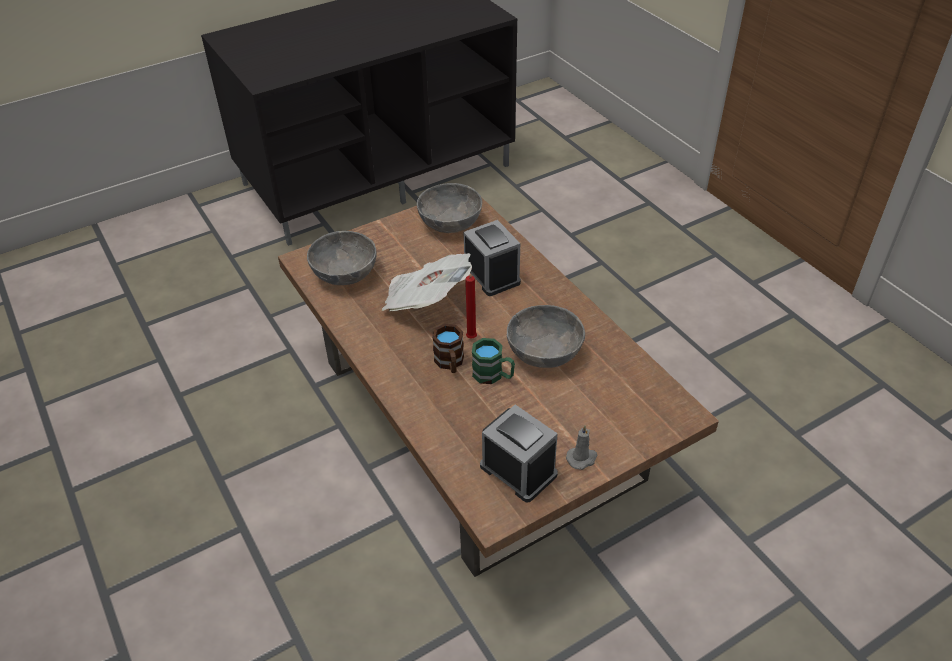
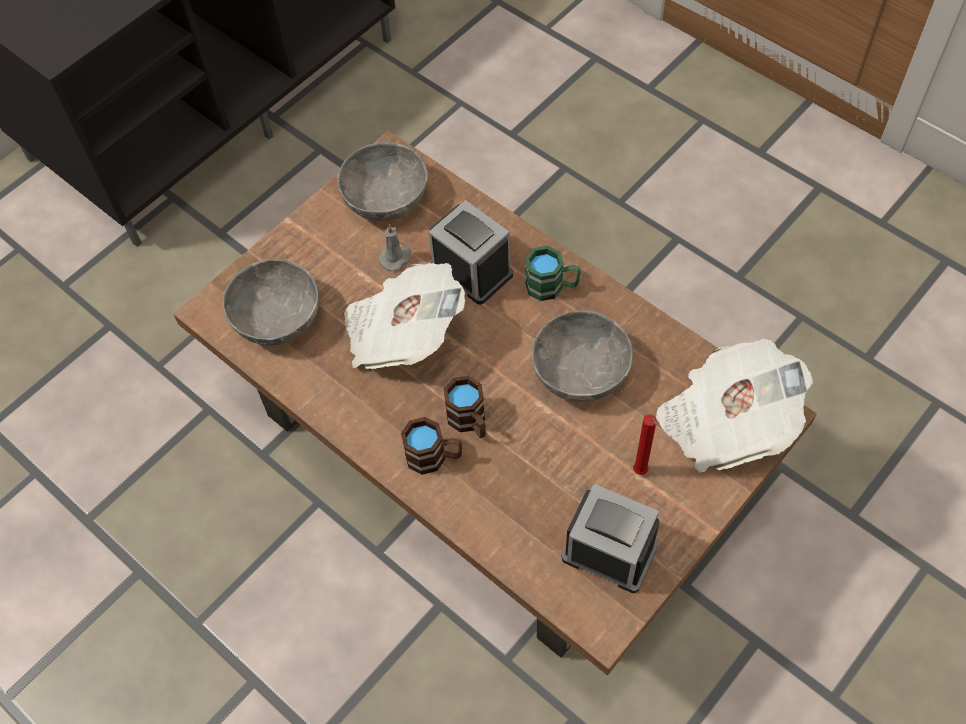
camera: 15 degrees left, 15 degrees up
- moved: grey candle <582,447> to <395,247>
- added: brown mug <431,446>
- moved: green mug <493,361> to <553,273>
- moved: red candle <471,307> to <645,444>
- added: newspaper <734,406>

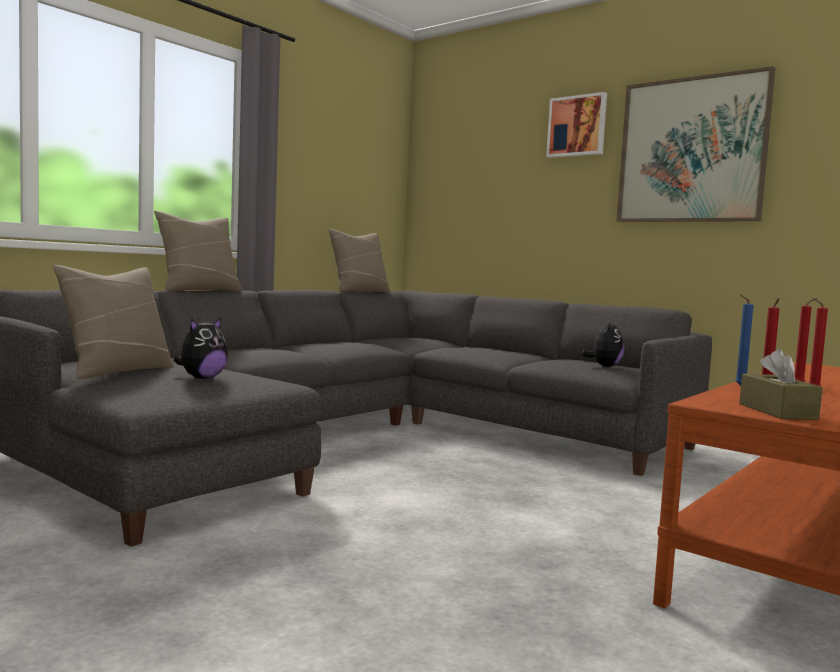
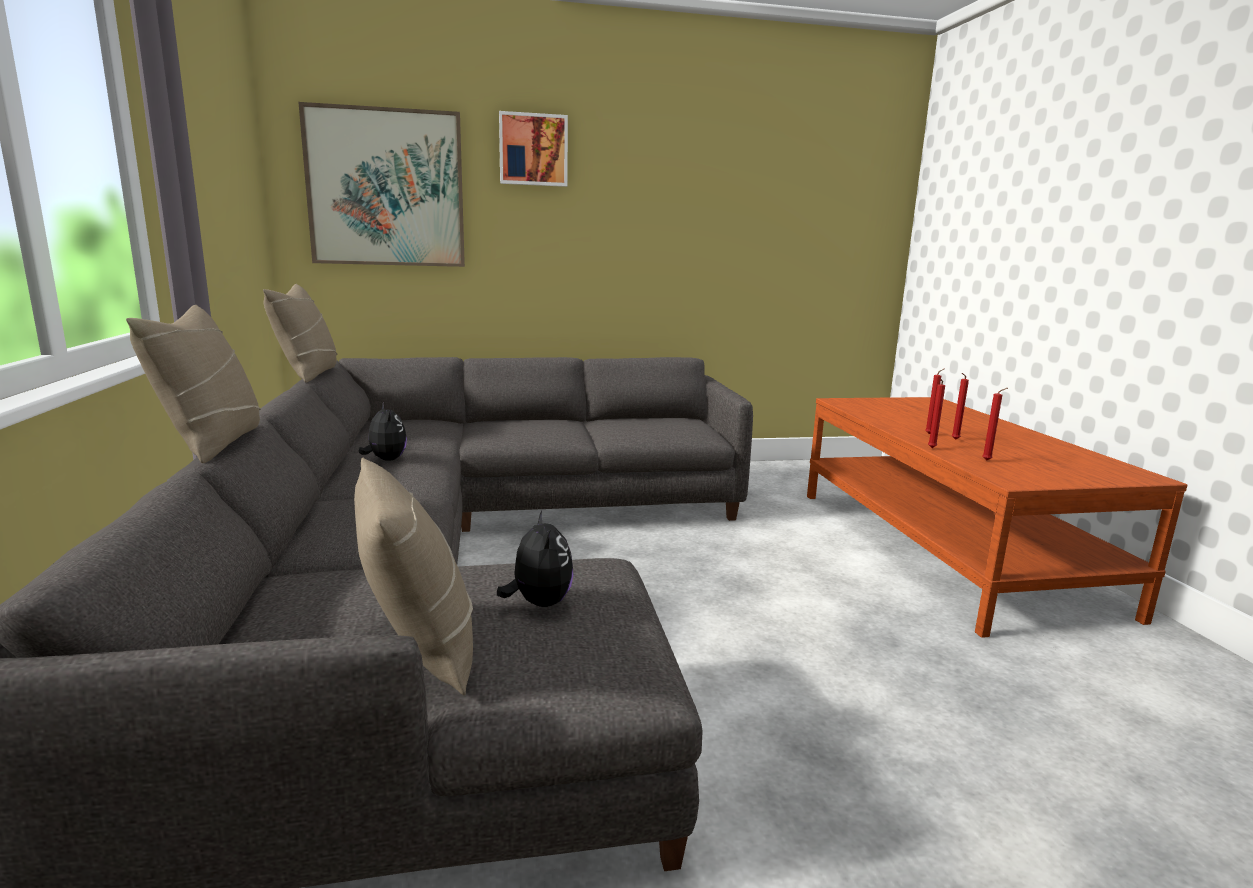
camera: 50 degrees left, 10 degrees up
- moved: picture <696,144> to <381,184>
- moved: plush toy <603,344> to <383,432>
- recoloured: blue candle <744,340> to red candle <936,413>
- removed: brown tissue box <781,384>

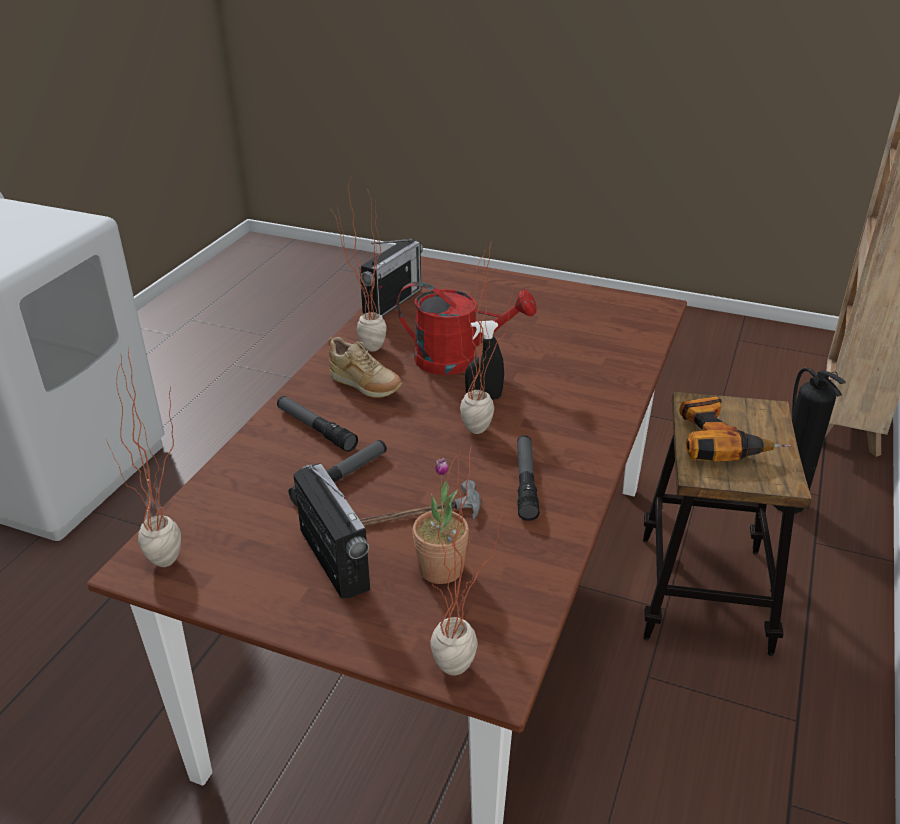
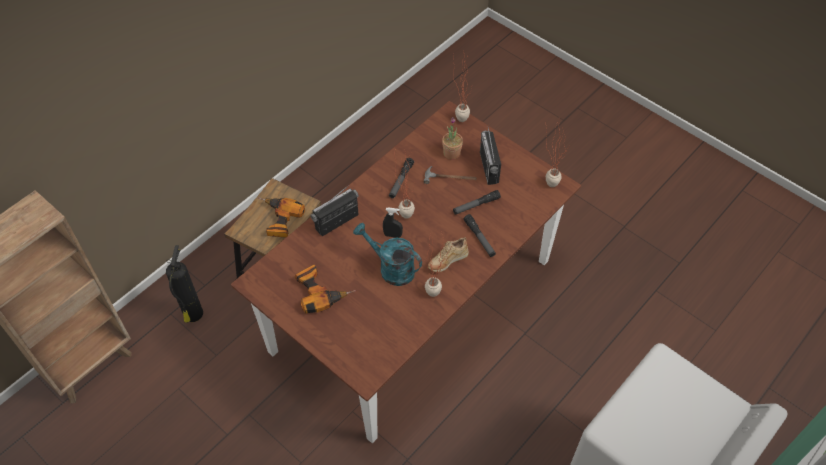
camera: 160 degrees left, 20 degrees up
- added: power drill <325,289>
- moved: radio <391,277> to <334,210>
- recoloured: red watering can <466,328> to turquoise watering can <387,254>
- turned: beige shoe <365,367> = <448,254> 90 degrees counterclockwise

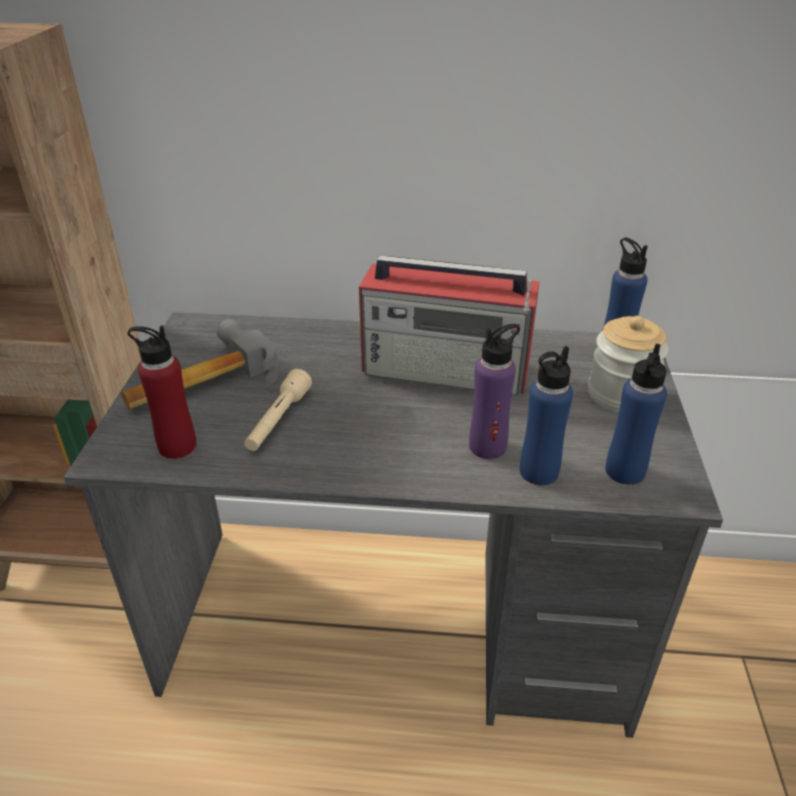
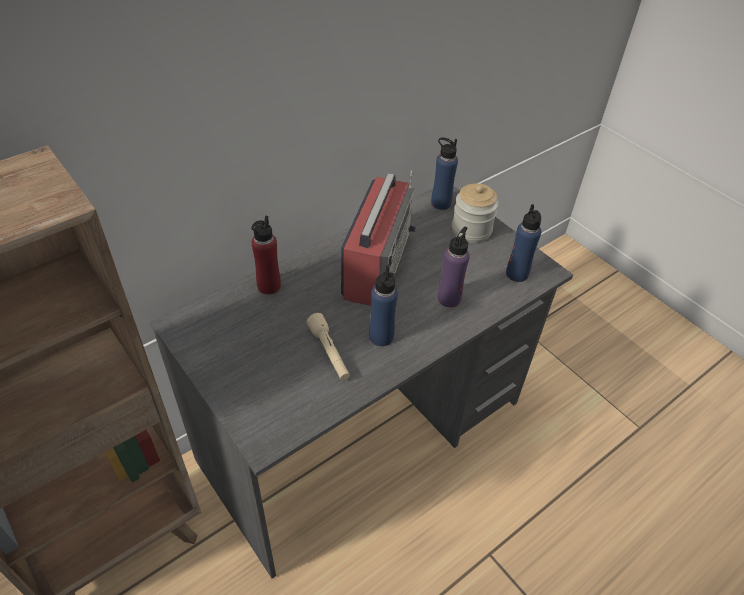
camera: 45 degrees left, 10 degrees up
- moved: red bottle <162,392> to <266,255>
- turned: radio <449,325> = <378,238> 45 degrees counterclockwise
- moved: blue bottle <546,415> to <383,305>
- removed: hammer <200,364>

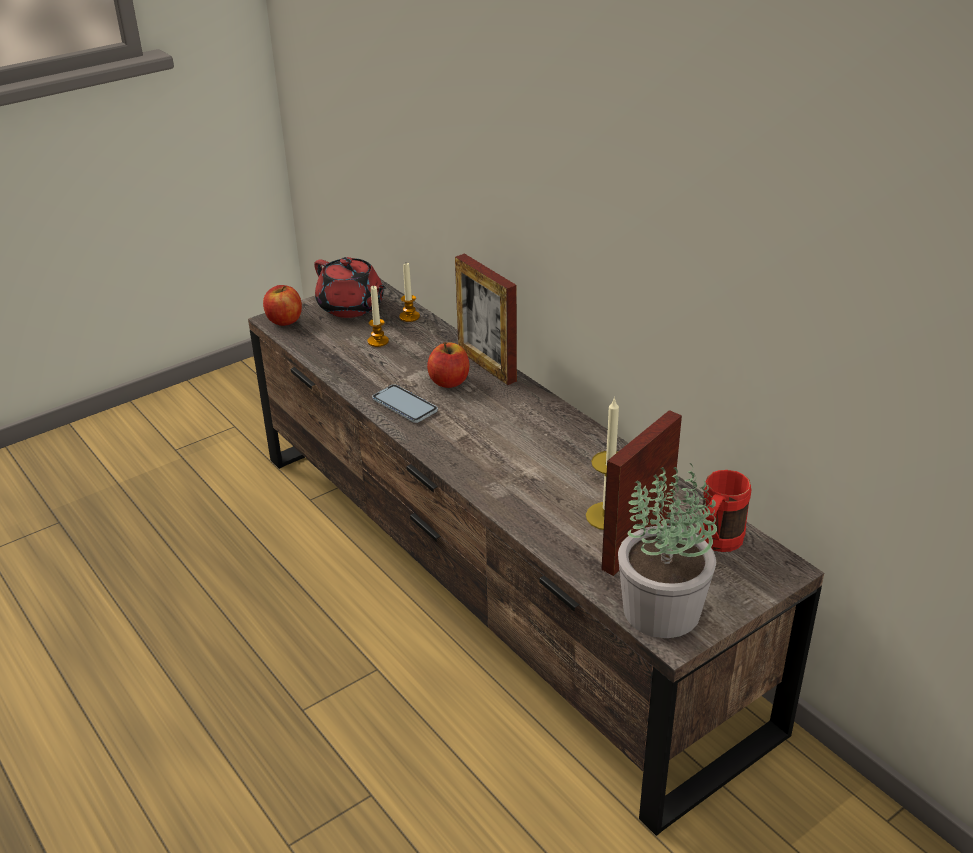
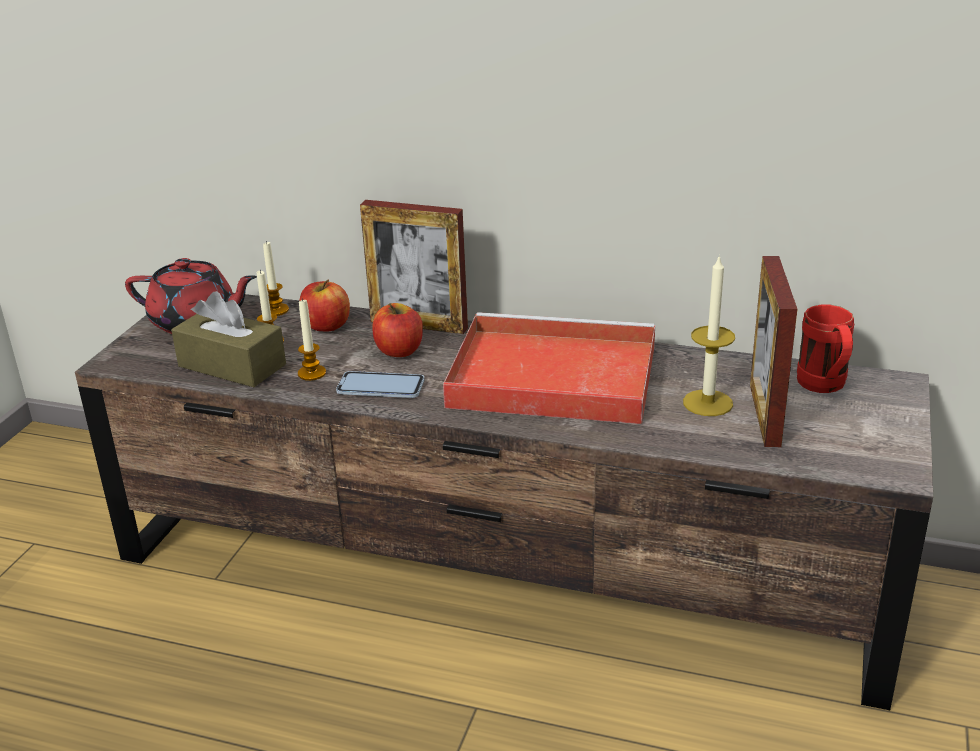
camera: 35 degrees left, 5 degrees down
- added: brown tissue box <228,339>
- added: candle <312,339>
- moved: apple <282,305> to <325,305>
- added: red tray <549,368>
- removed: potted plant <667,550>

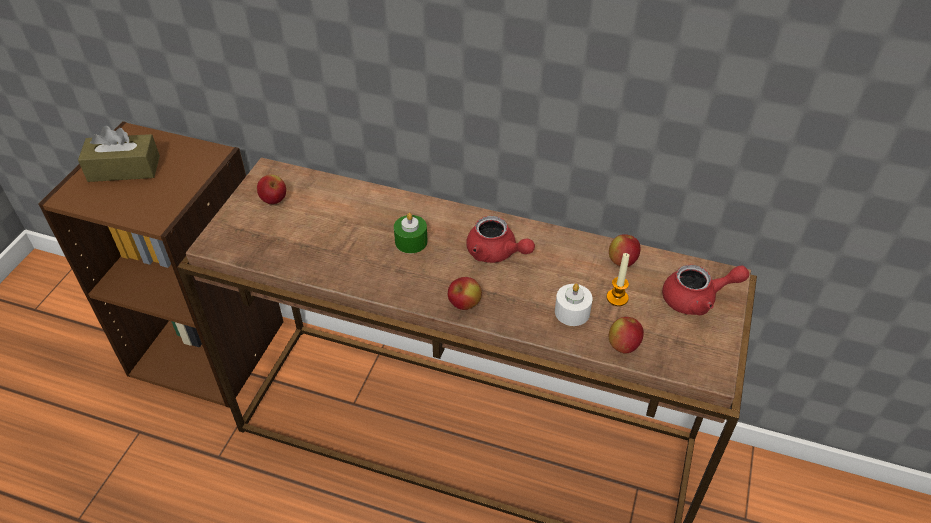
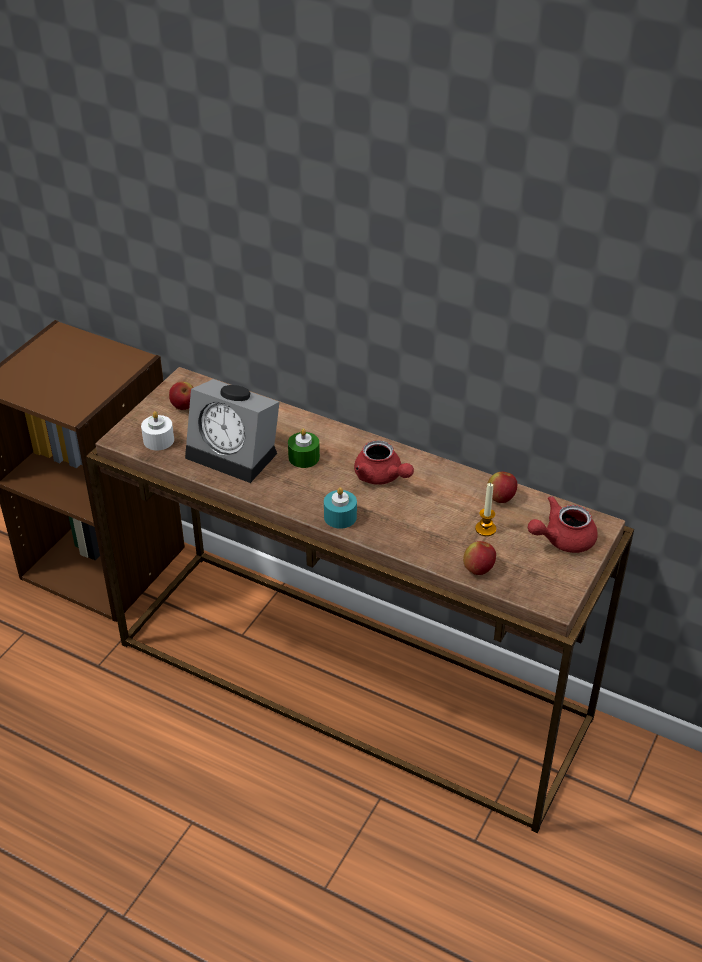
camera: 10 degrees right, 5 degrees down
- moved: white candle <574,304> to <157,430>
- added: alarm clock <232,431>
- replaced: apple <465,293> to turquoise candle <340,508>
- turned: red teapot <705,290> = <563,524> 150 degrees clockwise
- removed: brown tissue box <119,154>

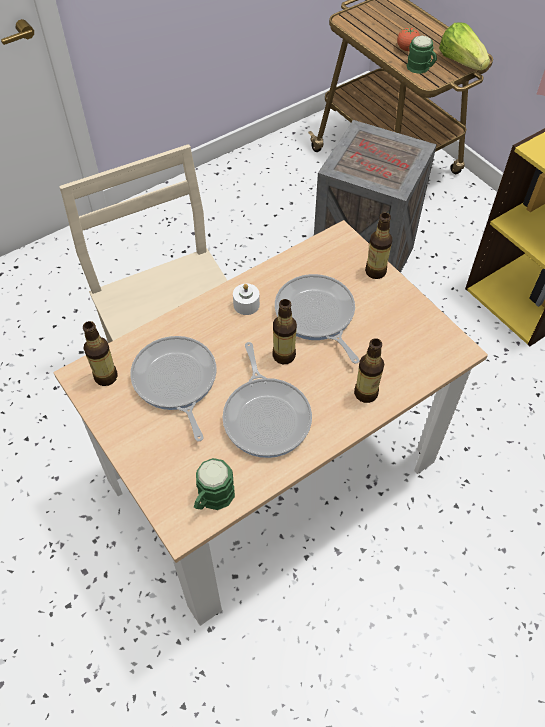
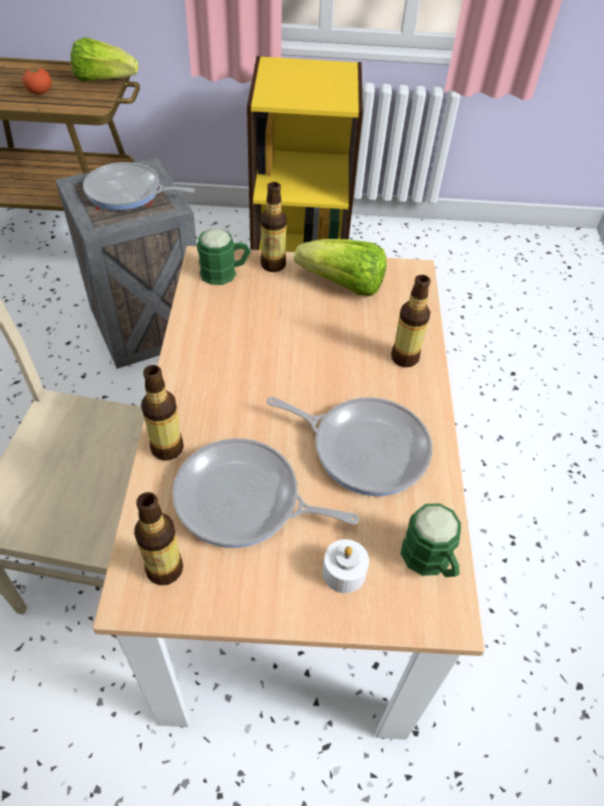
camera: 55 degrees left, 5 degrees down
- moved: frying pan <317,319> to <139,186>
- moved: bottle <284,331> to <162,413>
- moved: green mug <421,54> to <224,257>
- added: lettuce <340,267>
- moved: white candle <246,299> to <345,566>

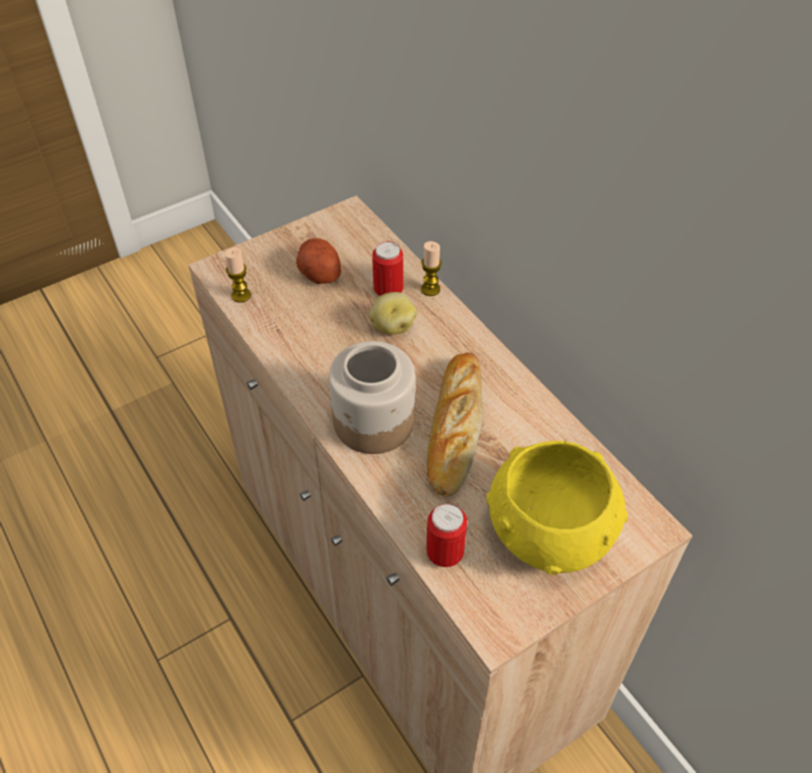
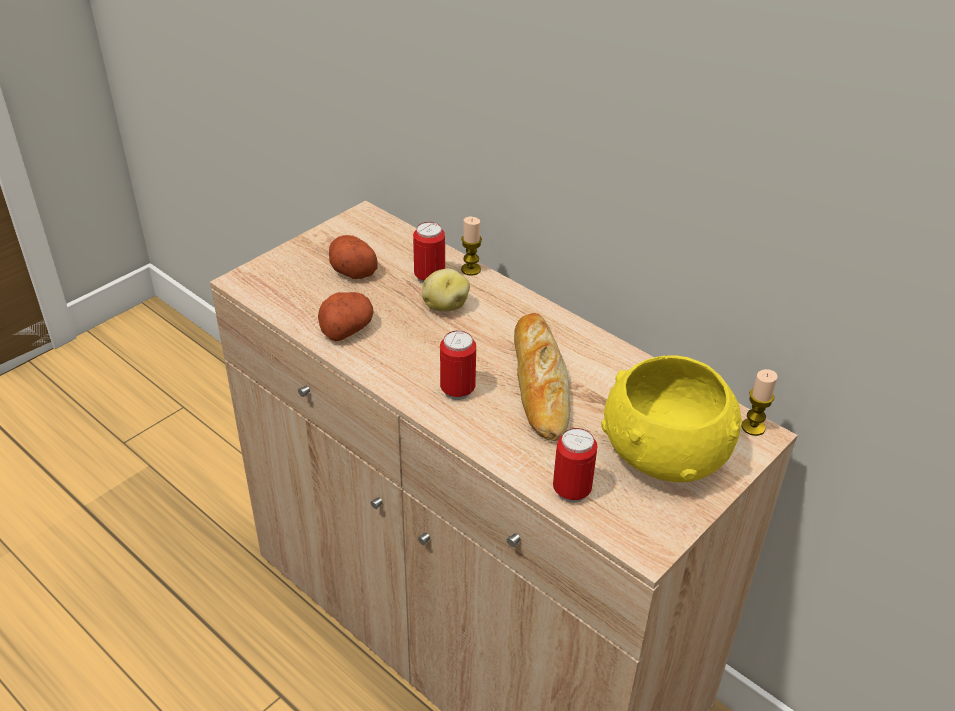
camera: 15 degrees left, 10 degrees down
- added: potato <346,316>
- replaced: jar <372,397> to can <458,365>
- moved: candle <238,275> to <759,402>

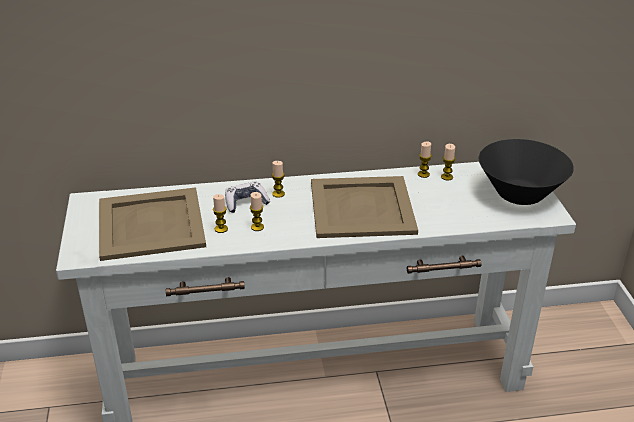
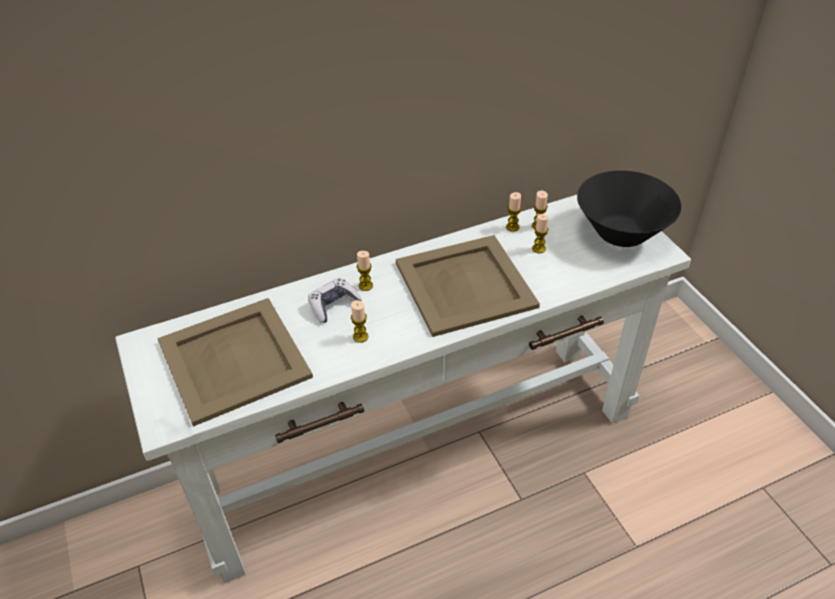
camera: 15 degrees left, 10 degrees up
- moved: candle <220,213> to <540,233>

